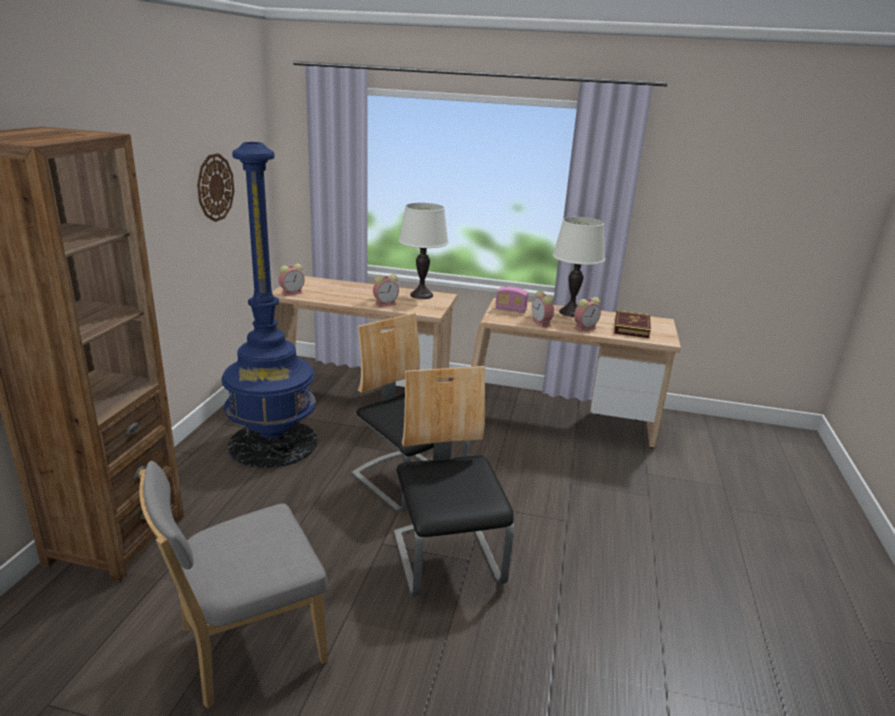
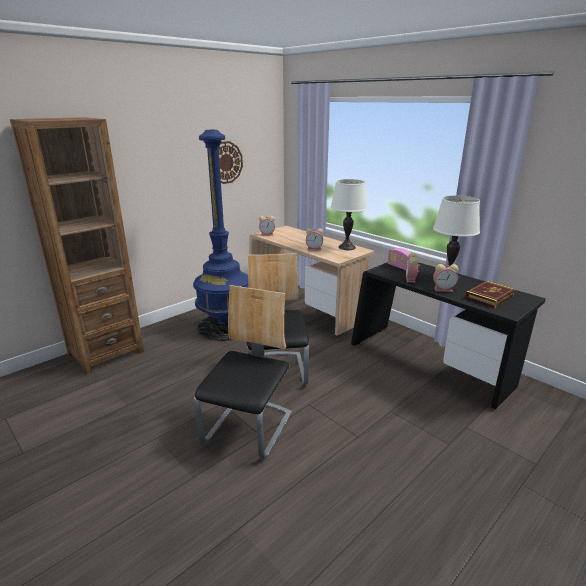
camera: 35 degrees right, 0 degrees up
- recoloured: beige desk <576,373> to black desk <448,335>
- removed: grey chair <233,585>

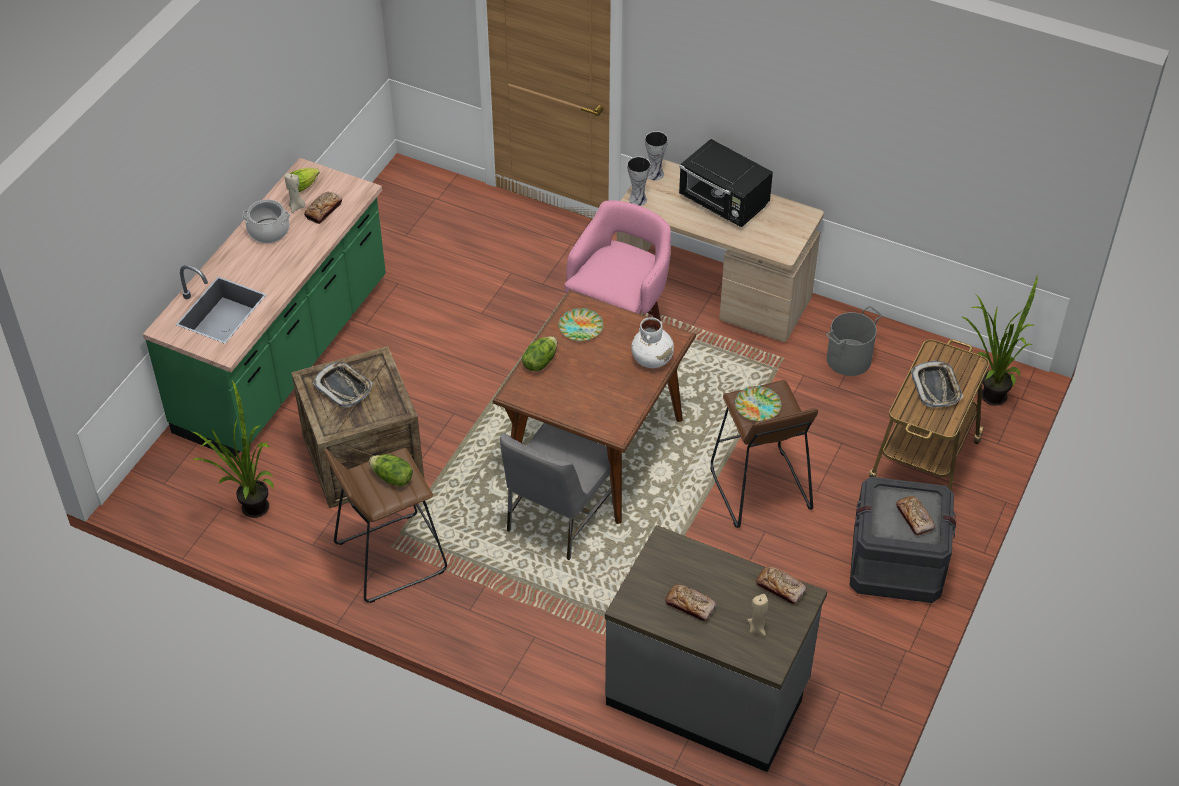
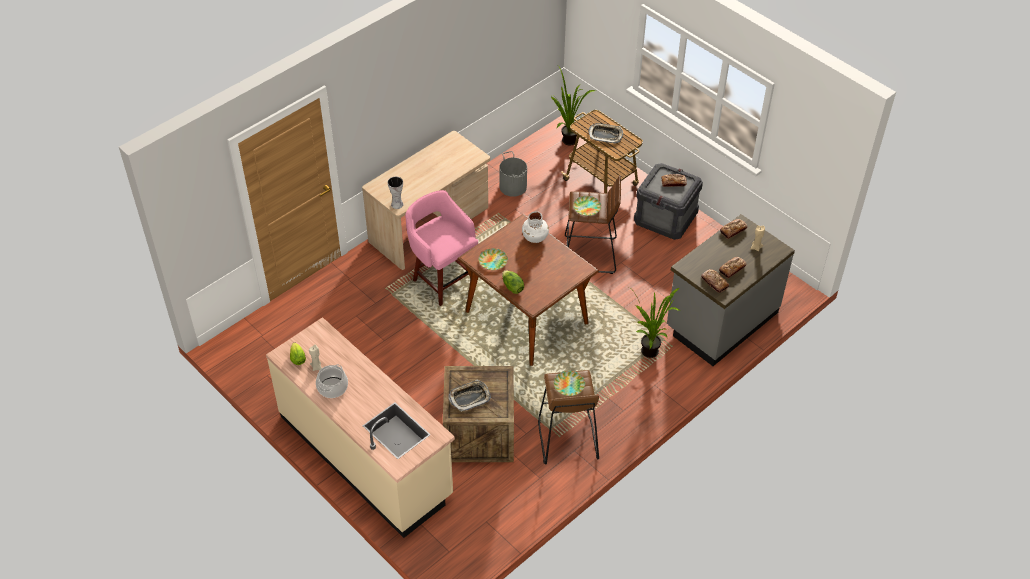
camera: 70 degrees left, 0 degrees up
- recoloured: green counter <264,307> to beige counter <360,427>
- replaced: lettuce <391,470> to plate <569,383>
- moved: potted plant <232,449> to <654,322>
- moved: bread <323,208> to <715,281>
- removed: grey chair <556,491>
- removed: vase <656,155>
- removed: black microwave <726,183>

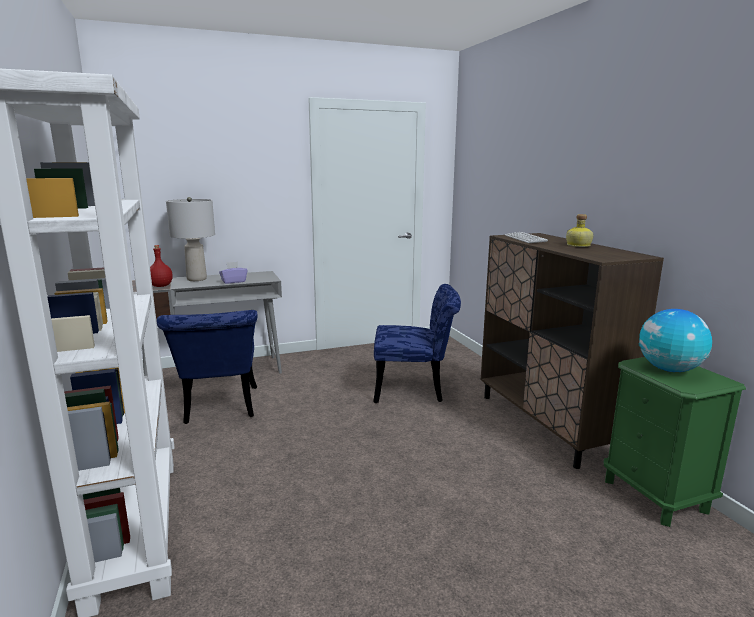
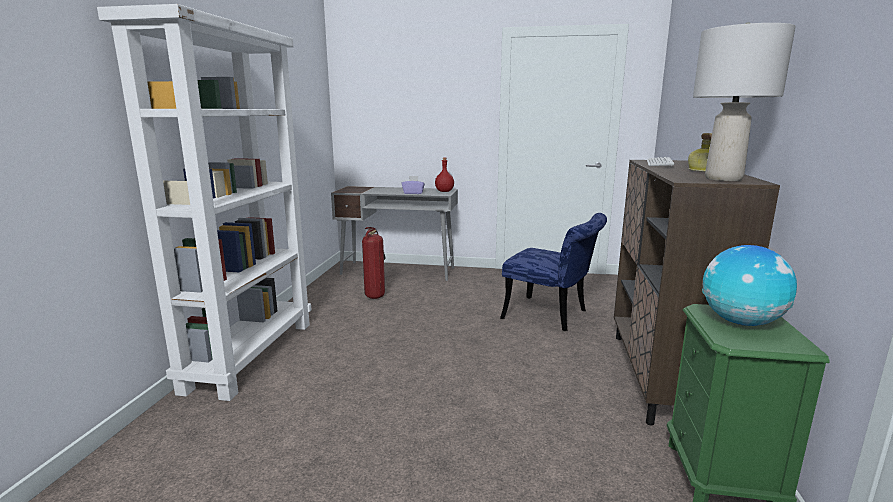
camera: 30 degrees right, 0 degrees up
- replaced: blue chair <207,367> to fire extinguisher <374,263>
- moved: red bottle <161,266> to <444,174>
- moved: grey table lamp <190,239> to <744,101>

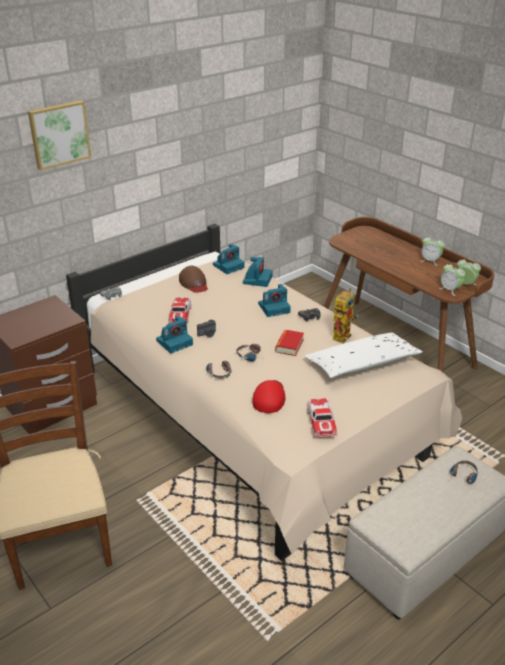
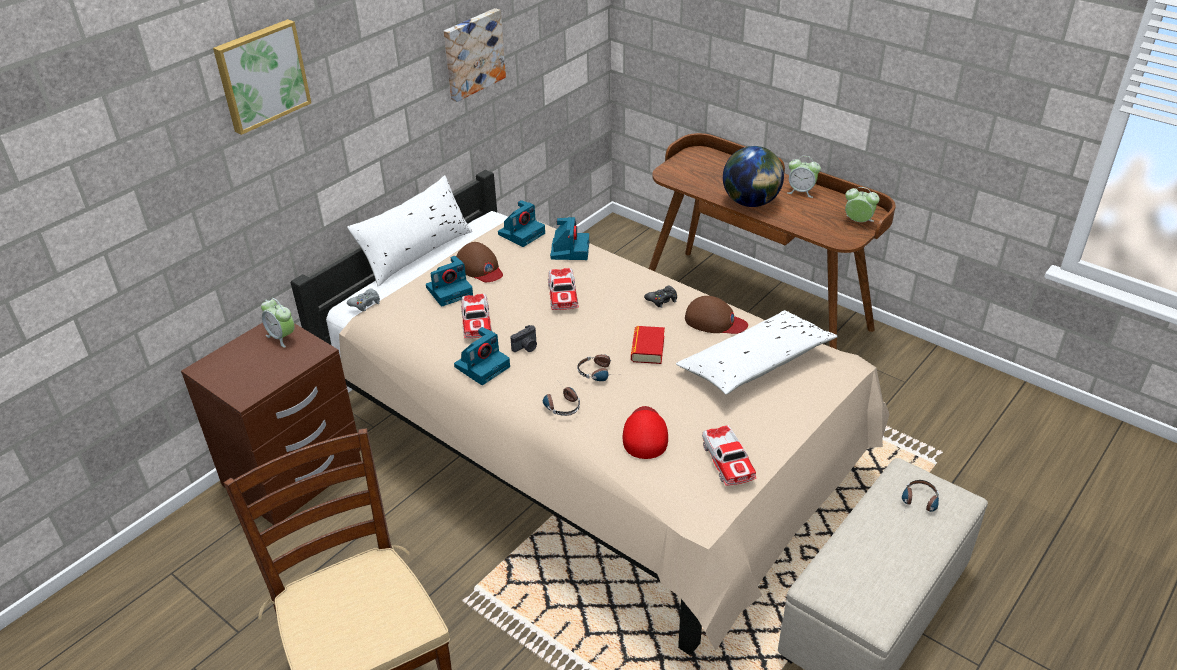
camera: 10 degrees left, 5 degrees up
- moved: alarm clock <452,279> to <278,323>
- added: white pillow <409,230>
- moved: photo camera <274,300> to <449,281>
- added: picture <475,55>
- added: toy car <563,289>
- replaced: toy robot <345,316> to brown cap <716,315>
- added: globe <753,176>

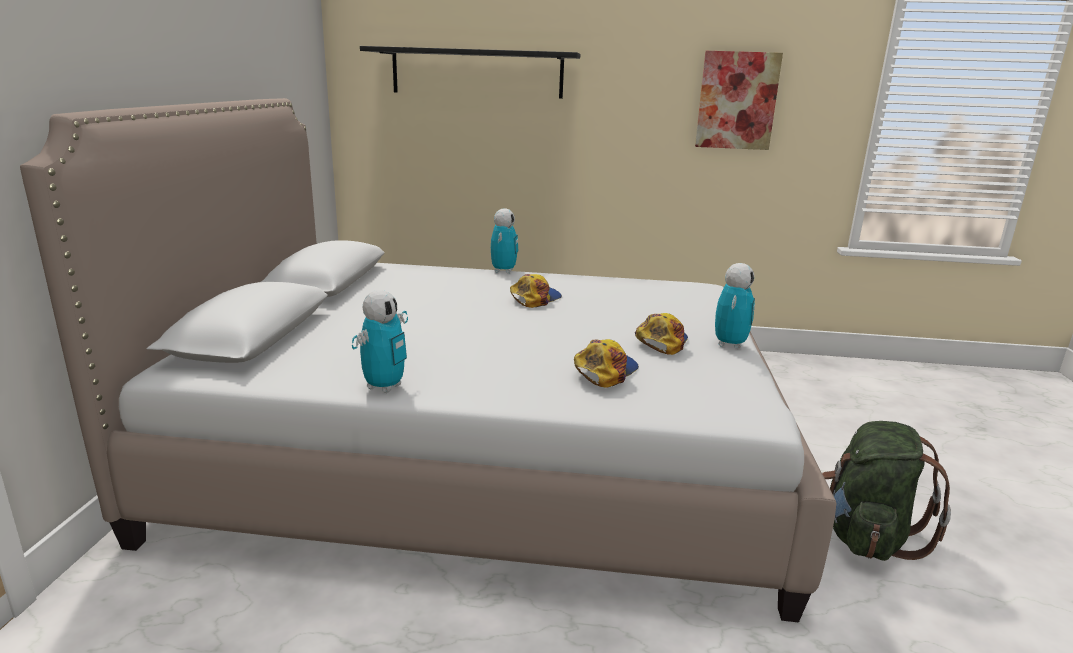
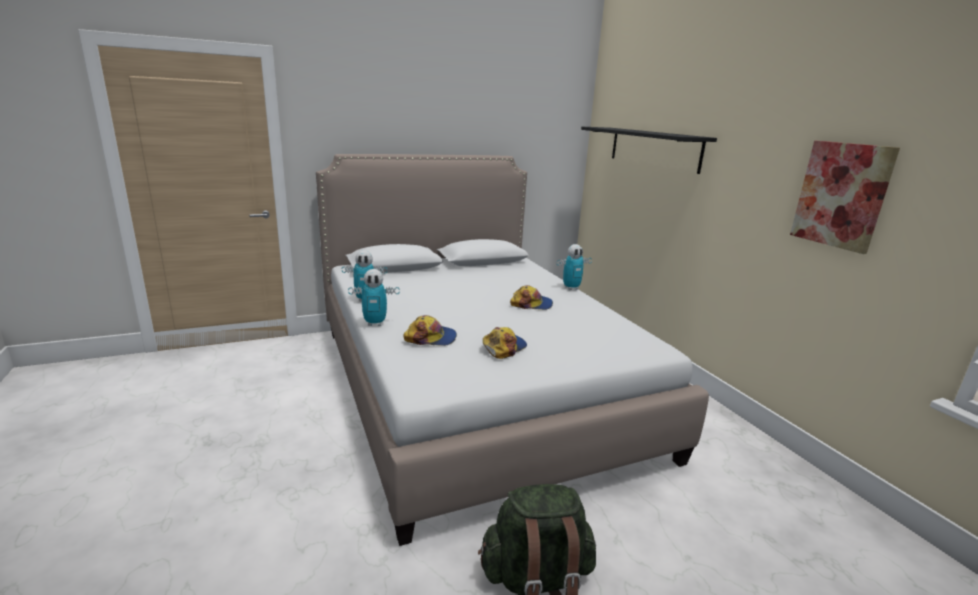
camera: 60 degrees right, 0 degrees up
- moved: toy robot <735,306> to <374,297>
- turned: cap <661,334> = <505,343> 45 degrees counterclockwise

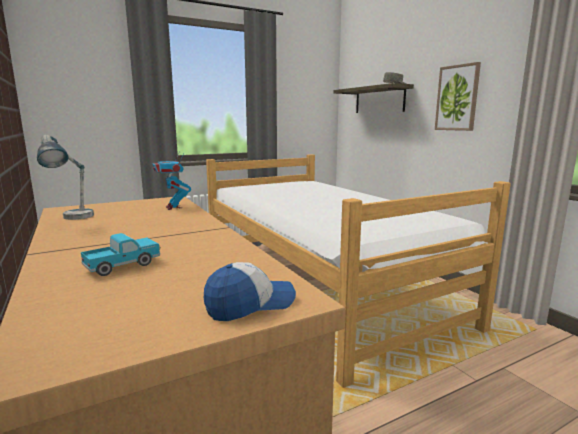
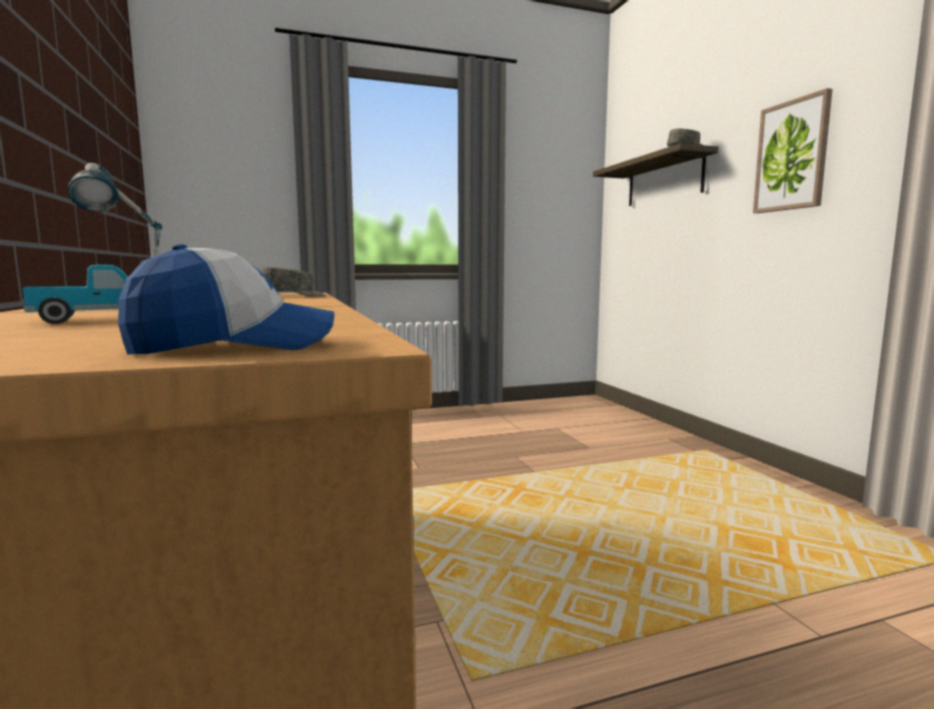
camera: 10 degrees right, 5 degrees down
- replaced: toy robot <171,180> to grey cap <293,281>
- removed: bed <358,271>

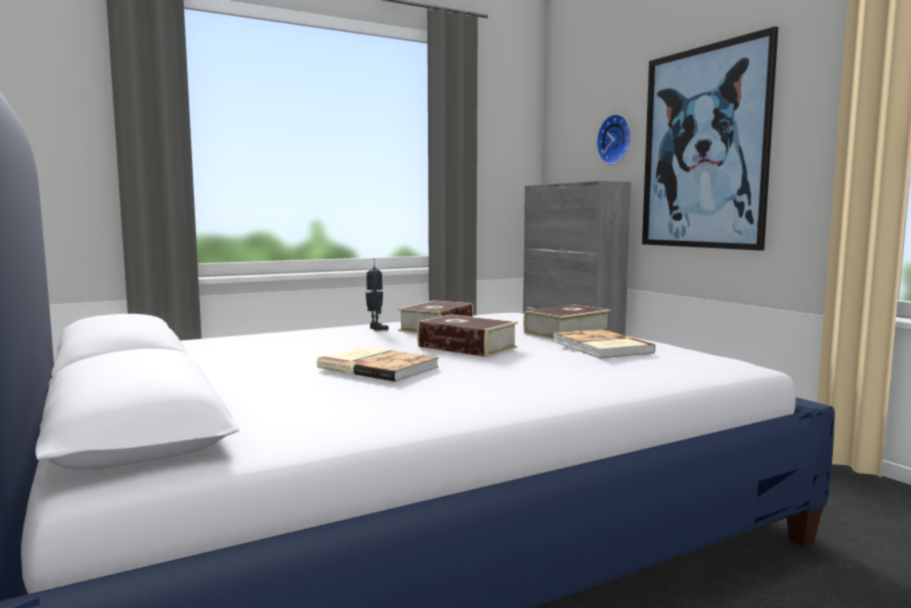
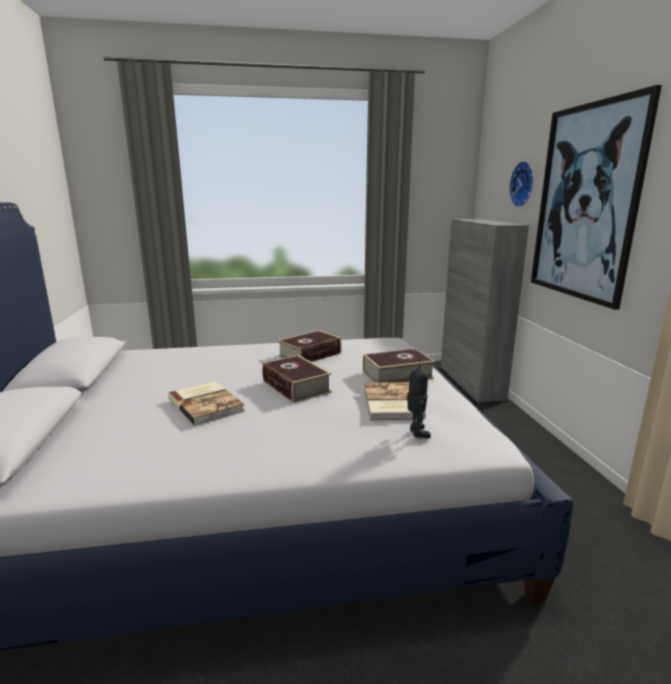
camera: 20 degrees right, 10 degrees up
- moved: toy robot <377,294> to <419,399>

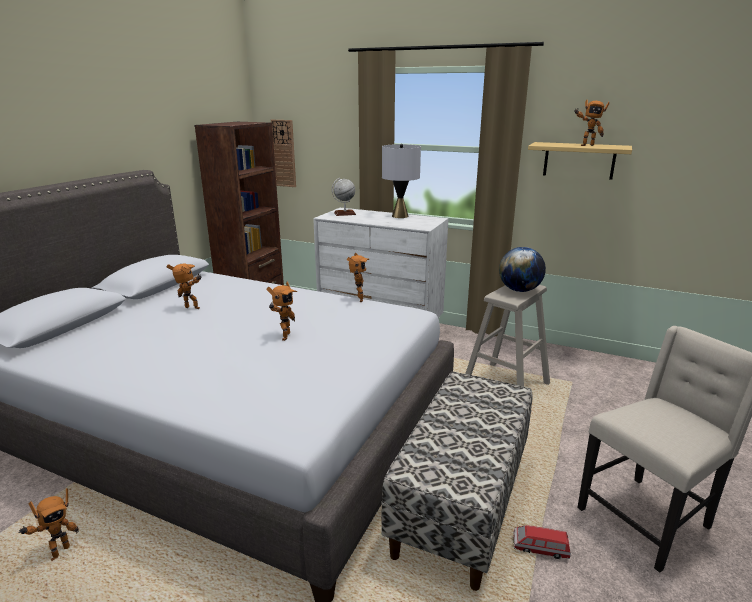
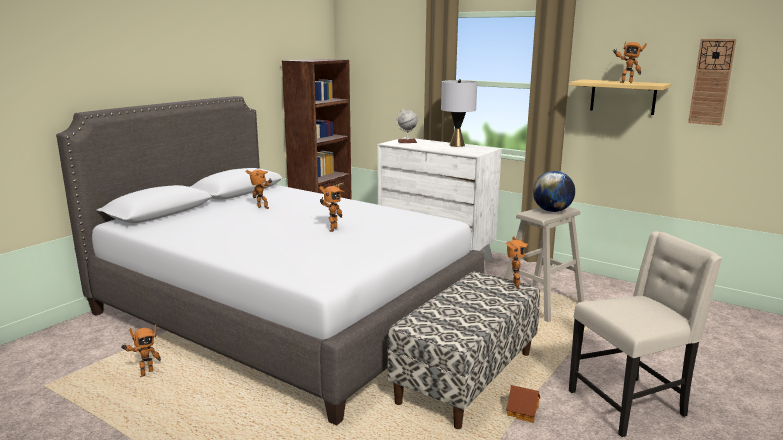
camera: 10 degrees right, 5 degrees down
- moved: toy robot <358,277> to <517,263>
- replaced: toy car <542,542> to toy house <523,404>
- moved: wall clock <283,153> to <712,82>

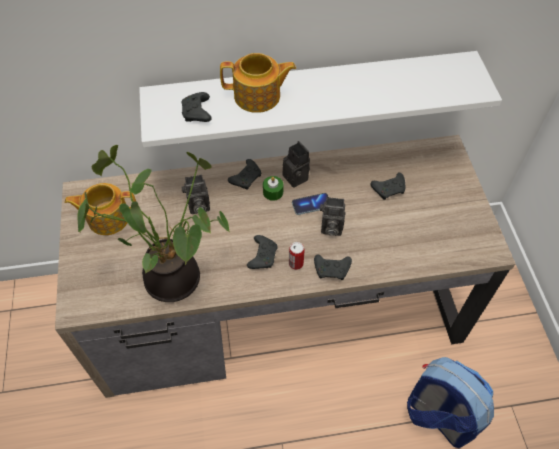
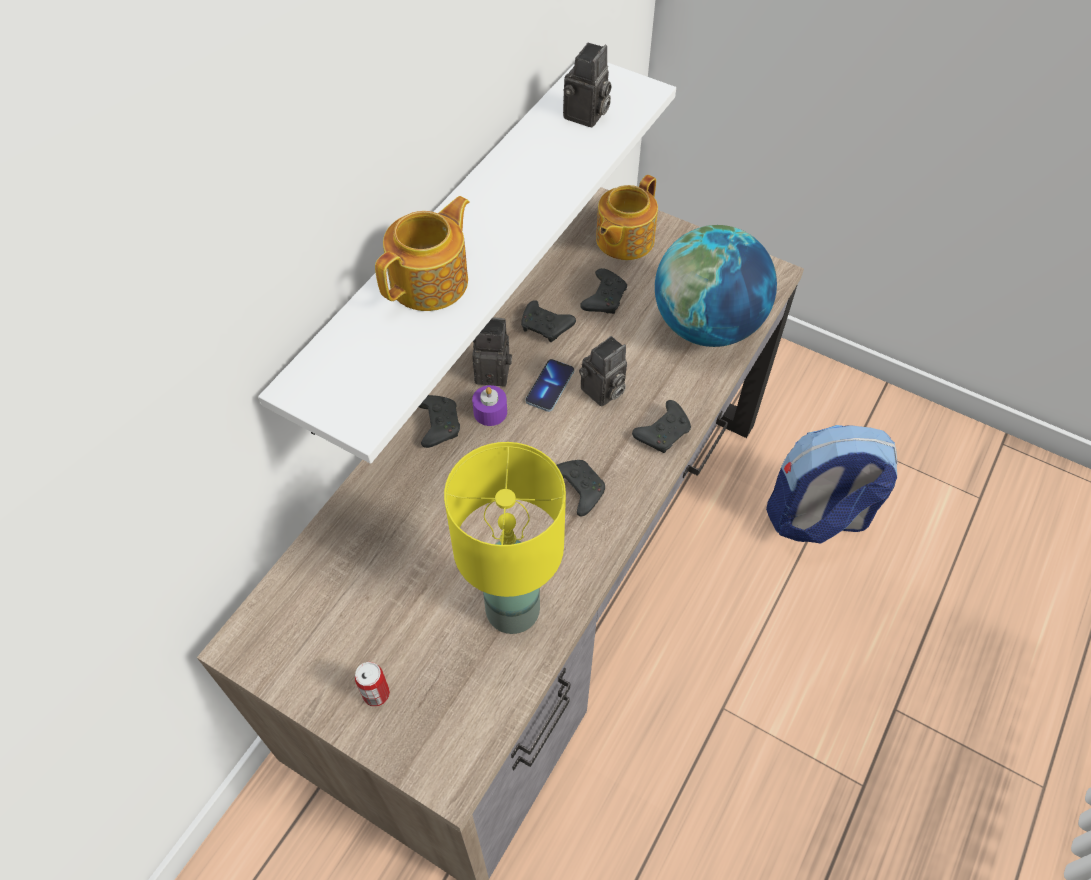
camera: 50 degrees left, 0 degrees up
- moved: can <296,256> to <372,684>
- replaced: potted plant <154,223> to yellow table lamp <505,538>
- recoloured: green candle <273,188> to purple candle <489,405>
- moved: black game controller <196,107> to <548,321>
- moved: photo camera <196,194> to <587,85>
- moved: teapot <100,209> to <627,217>
- added: globe <716,286>

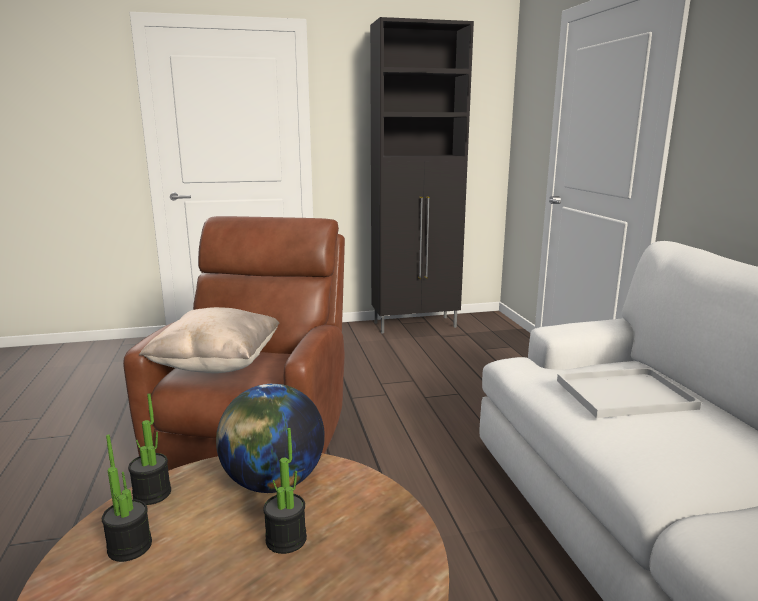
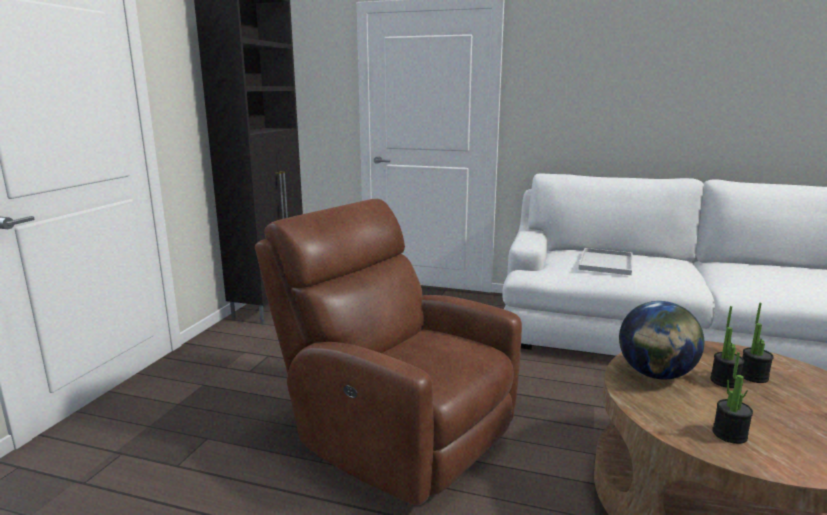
camera: 60 degrees left, 0 degrees up
- moved: potted plant <149,449> to <757,343>
- removed: beige pillow <209,340>

